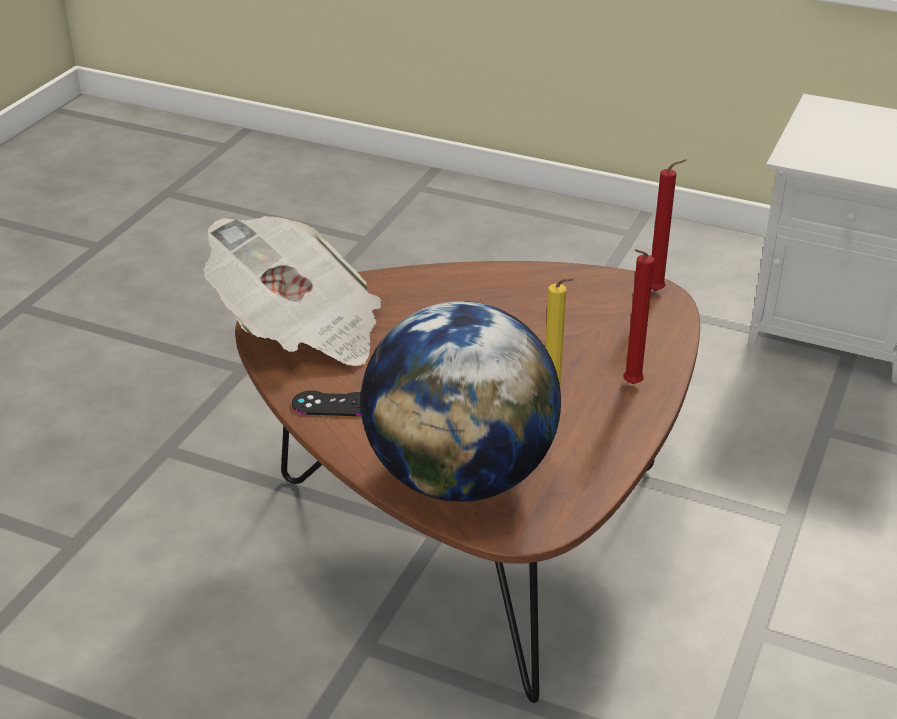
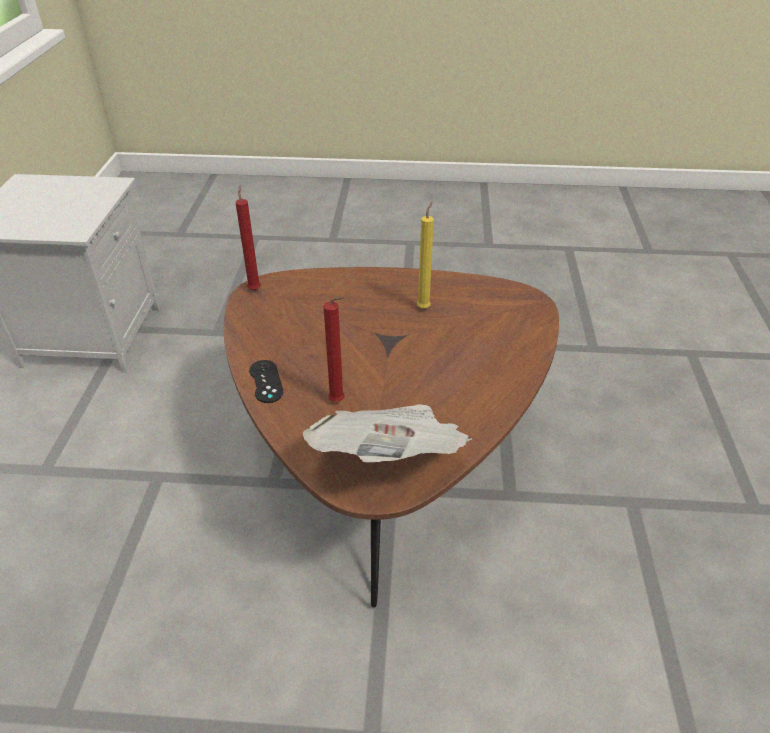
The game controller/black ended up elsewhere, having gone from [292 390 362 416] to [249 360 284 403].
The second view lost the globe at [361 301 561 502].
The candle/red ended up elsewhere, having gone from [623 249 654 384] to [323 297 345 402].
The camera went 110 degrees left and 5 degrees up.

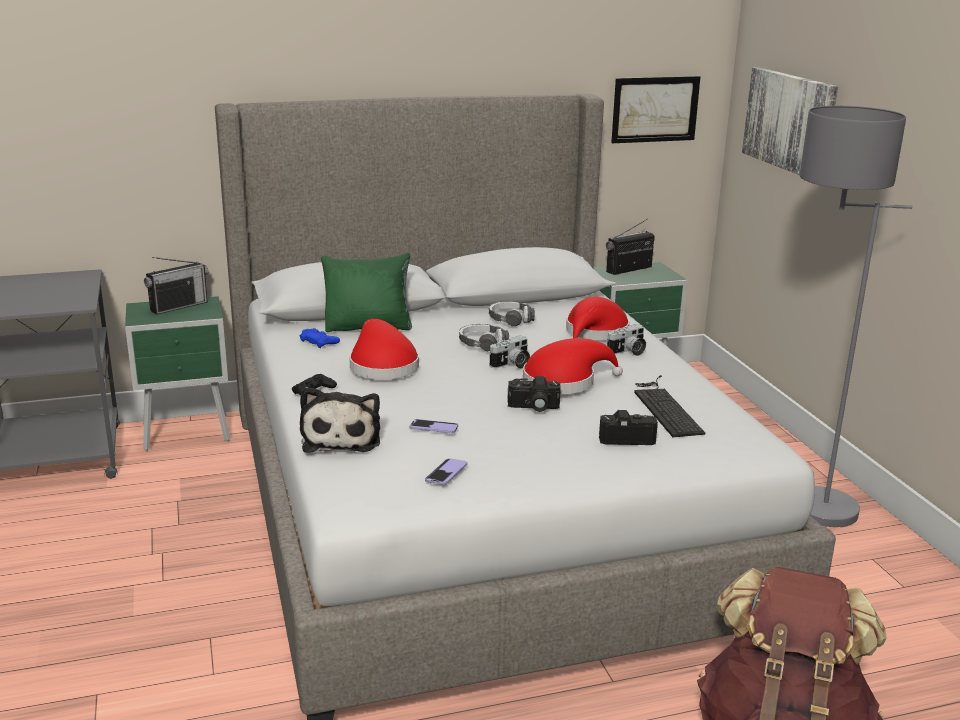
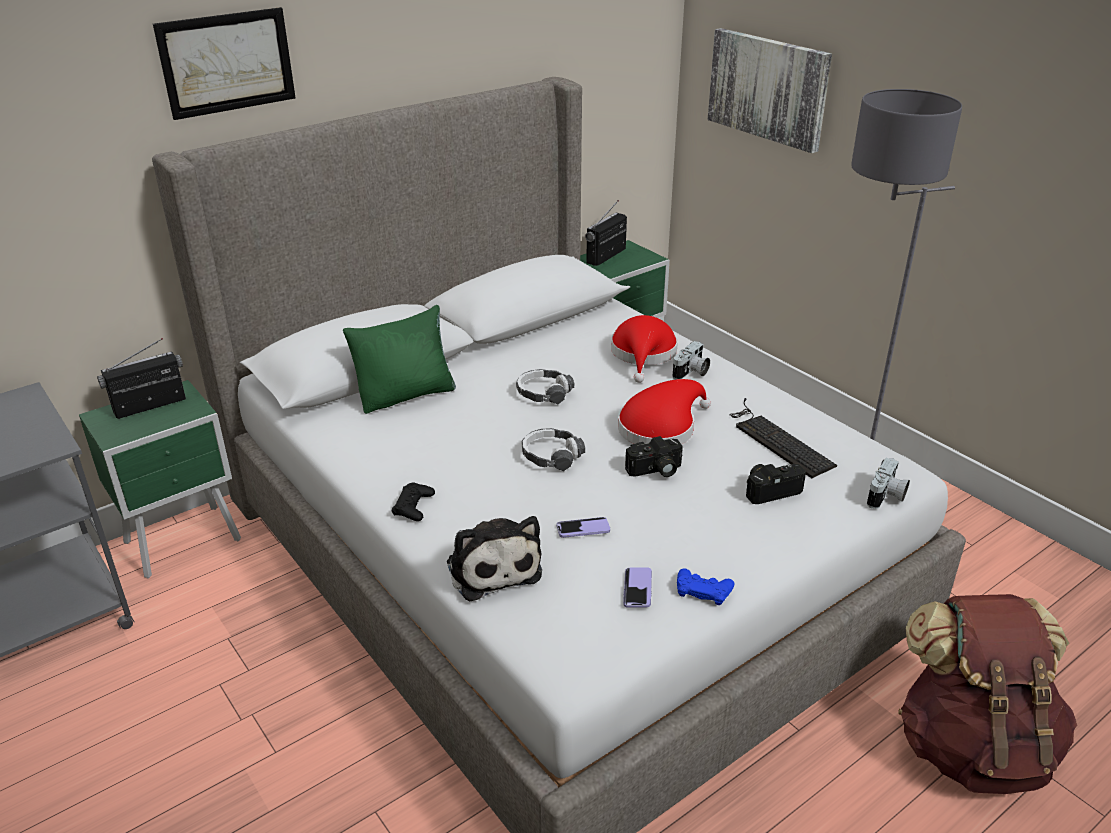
The radio at [144 257 208 315] ended up facing another way, 150 degrees counterclockwise from before.
The game controller/blue ended up elsewhere, having gone from [300 328 340 348] to [677 568 735 605].
The second view lost the hat/red at [350 319 419 380].
The headphones ended up elsewhere, having gone from [489 301 535 327] to [522 428 585 471].
The photo camera ended up elsewhere, having gone from [489 335 530 369] to [867 458 910 509].
The picture ended up elsewhere, having gone from [611 76 701 143] to [153 7 296 120].
The camera went 20 degrees left and 10 degrees up.

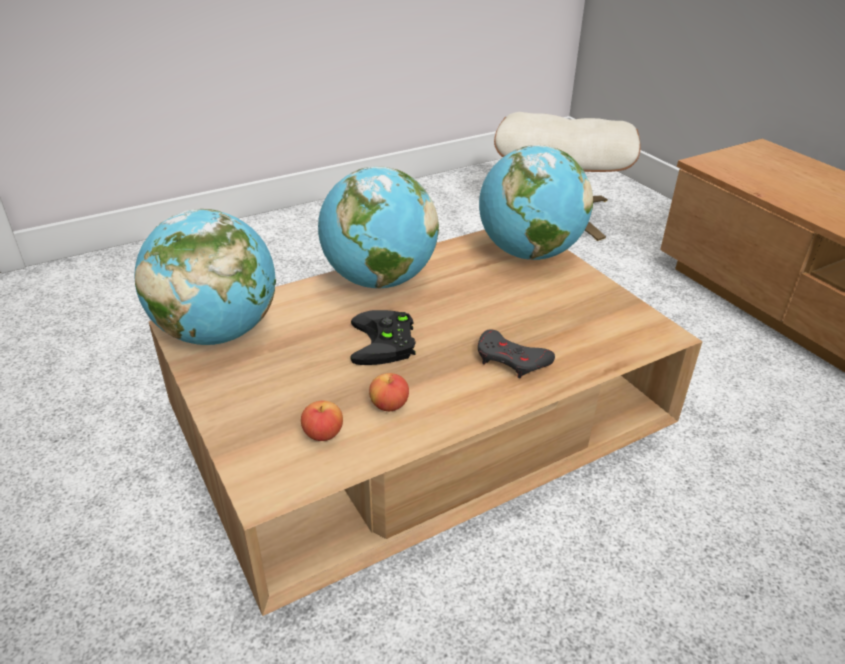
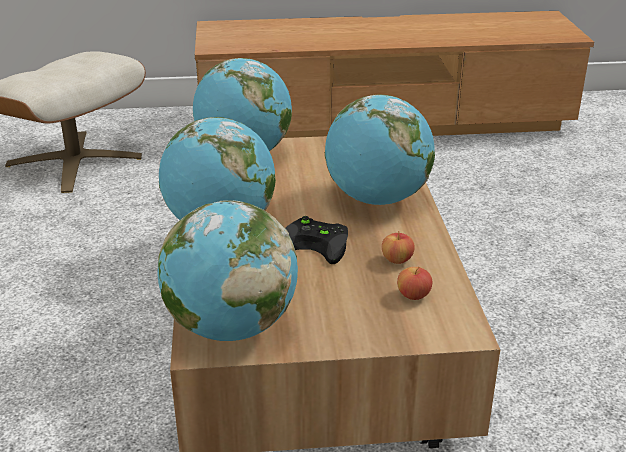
Where the game controller/grey stood at [478 329 555 378], the globe came to stand at [325 95 435 205].
The camera went 65 degrees left and 5 degrees down.

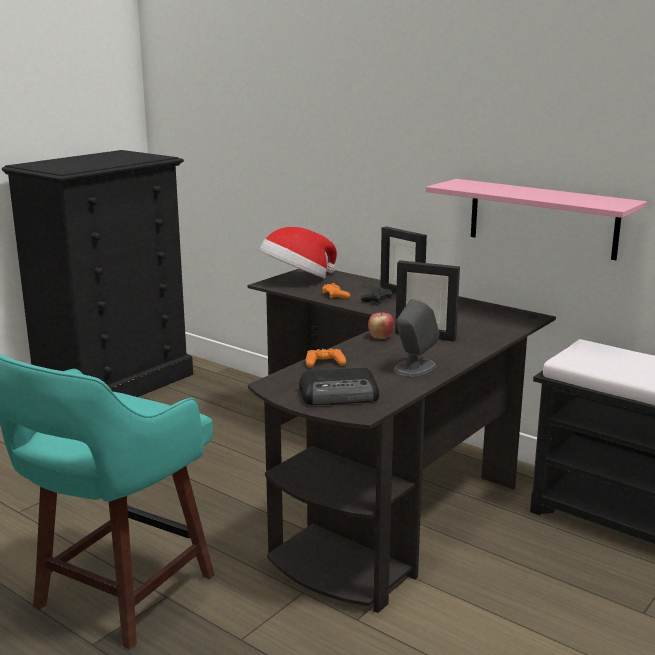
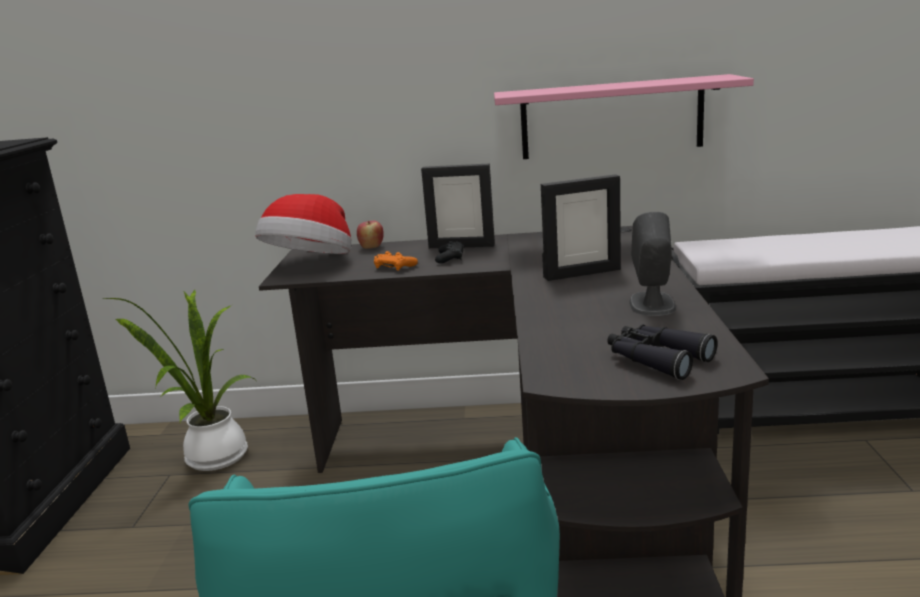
Where the radio stood at [299 368 379 405], the binoculars/black came to stand at [607 324 718 380].
The second view lost the game controller/orange at [306 349 346 367].
The apple ended up elsewhere, having gone from [368 313 394 339] to [357 221 384 249].
The second view gained the potted plant at [104 290 254 471].
The camera went 35 degrees left and 0 degrees up.

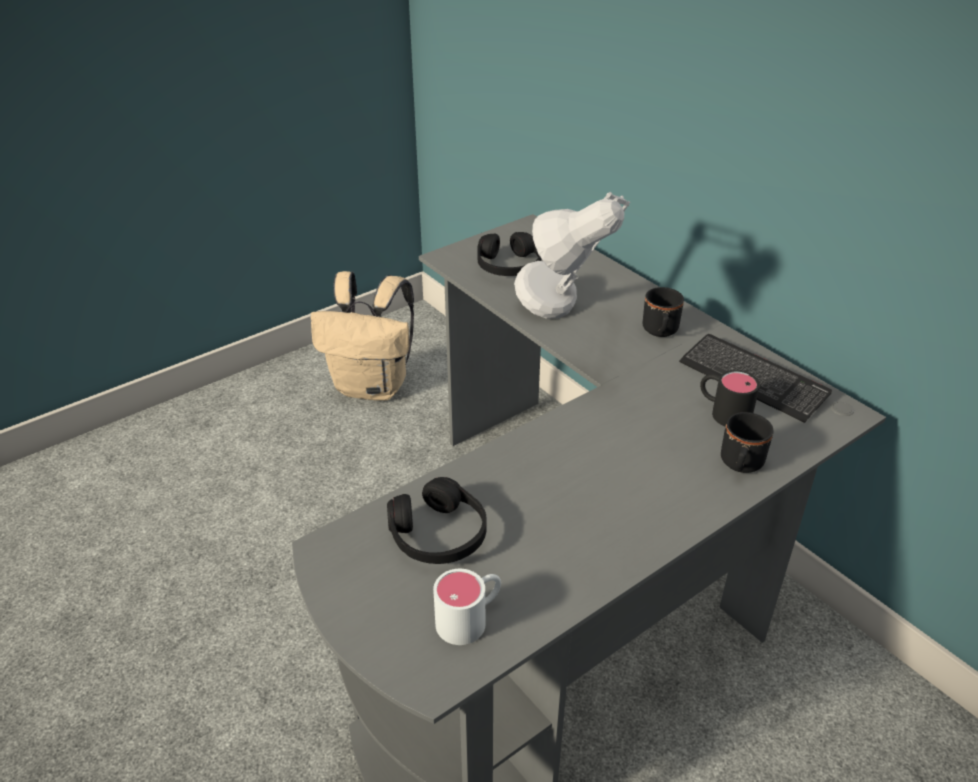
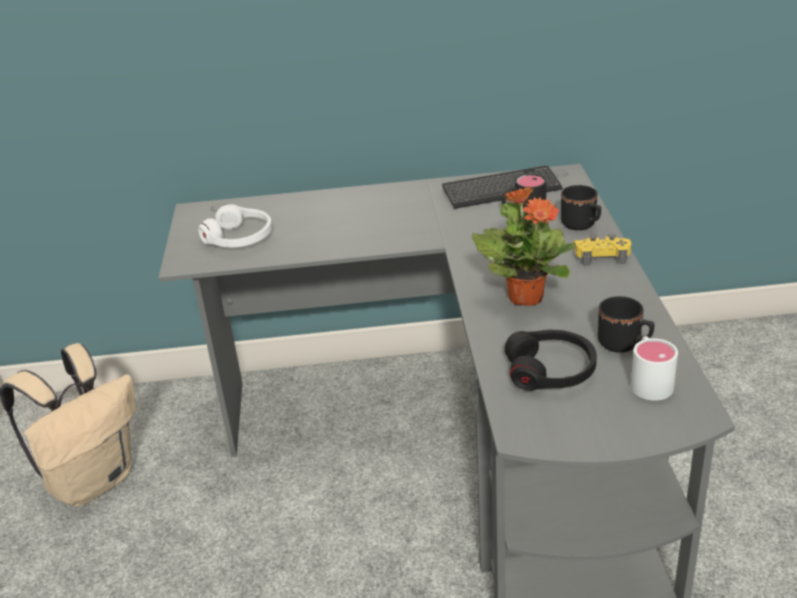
What was the headphones/black at [477 232 541 276] turned into the headphones/white at [198 205 272 248].
The second view lost the table lamp/grey at [514 192 630 319].
The mug/black ended up elsewhere, having gone from [643 287 684 337] to [598 296 654 353].
The second view gained the potted plant at [472 186 576 306].
The second view gained the game controller/yellow at [573 234 631 266].
The camera went 55 degrees left and 5 degrees down.

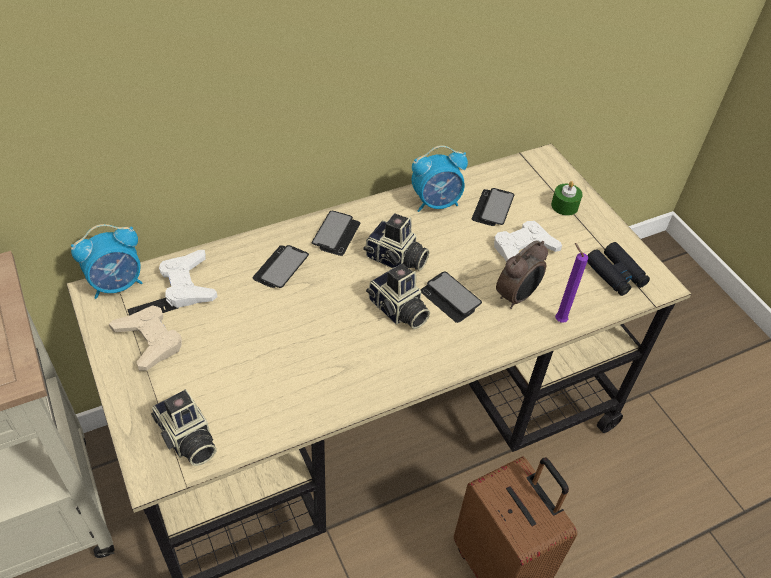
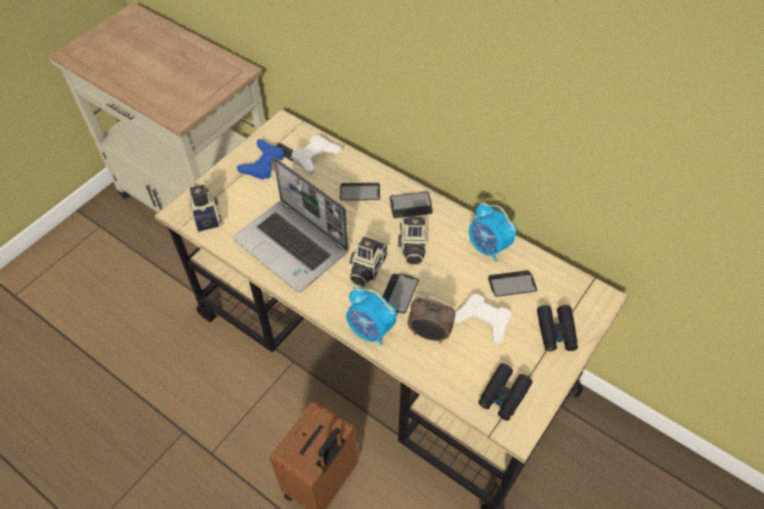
The alarm clock ended up elsewhere, having gone from [71 224 142 299] to [346 287 397 345].
What was the game controller/beige at [109 305 182 371] turned into the game controller/blue at [237 139 284 180].
The photo camera at [151 389 217 466] ended up facing another way, 135 degrees clockwise from before.
Where the candle/green stood at [551 181 583 216], the binoculars/black came to stand at [537 305 578 351].
The second view lost the candle/purple at [555 243 588 323].
The second view gained the laptop at [233 157 349 292].
The camera went 65 degrees right and 5 degrees up.

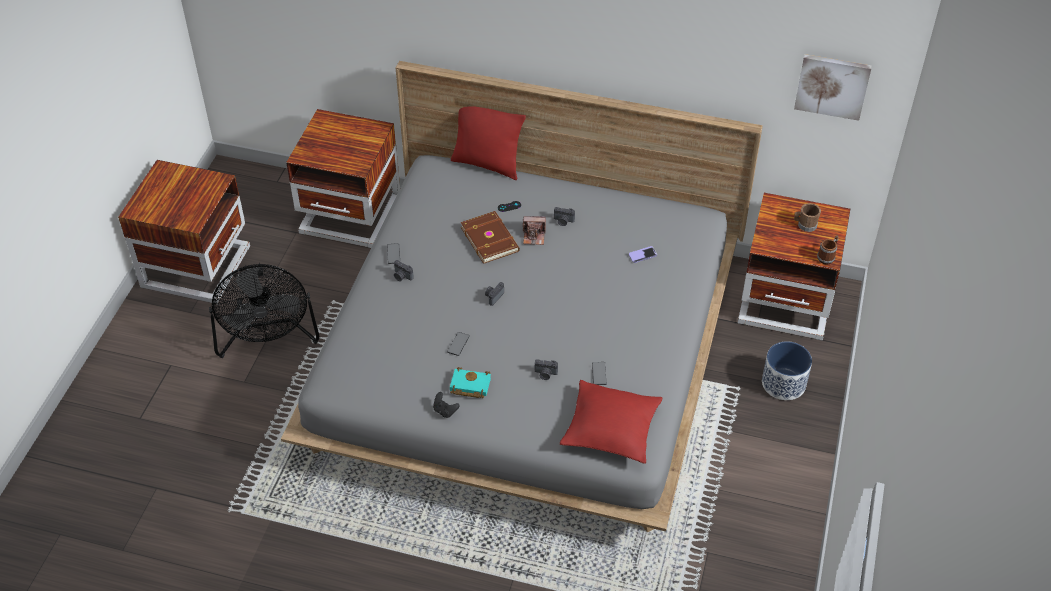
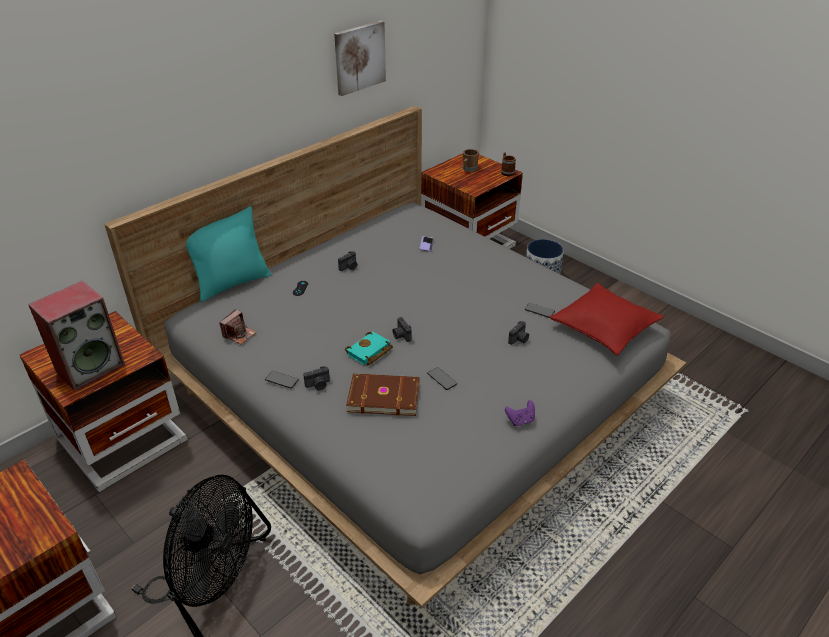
What was the game controller/black at [433 392 460 418] turned into the game controller/purple at [505 400 535 426].
The book/turquoise ended up elsewhere, having gone from [450 367 491 398] to [345 331 393 365].
What was the pillow/red at [451 106 526 180] turned into the pillow/turquoise at [186 206 271 302].
The book/brown ended up elsewhere, having gone from [460 211 520 264] to [346 373 419 416].
The photo camera ended up elsewhere, having gone from [522 216 546 245] to [219 309 257 344].
The picture ended up elsewhere, having gone from [794 54 872 121] to [334 20 386 96].
The second view gained the speaker at [28 280 125 391].
The camera went 60 degrees left and 10 degrees down.

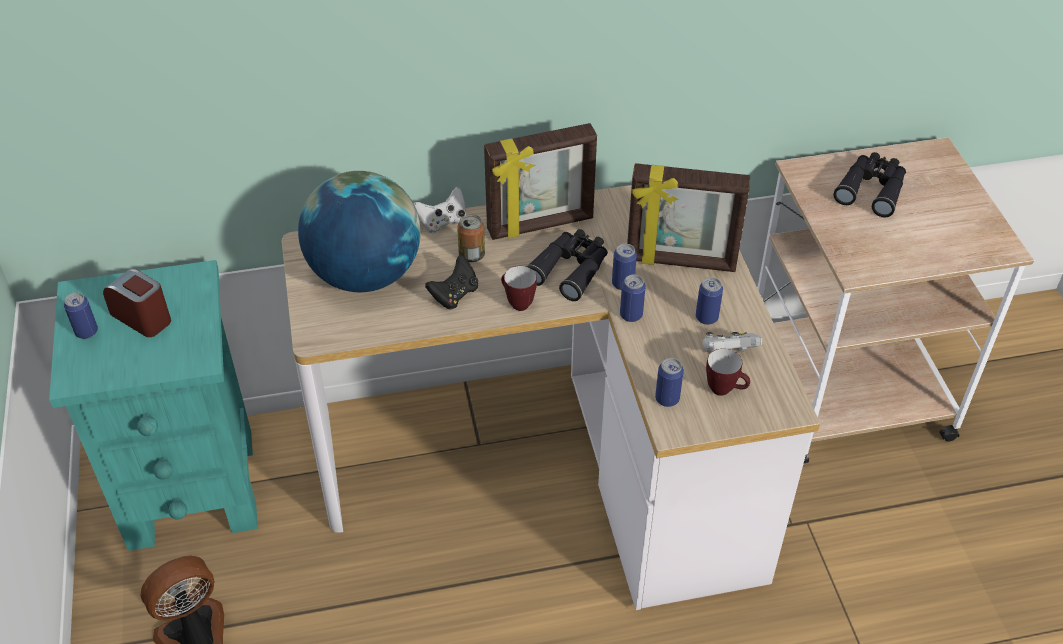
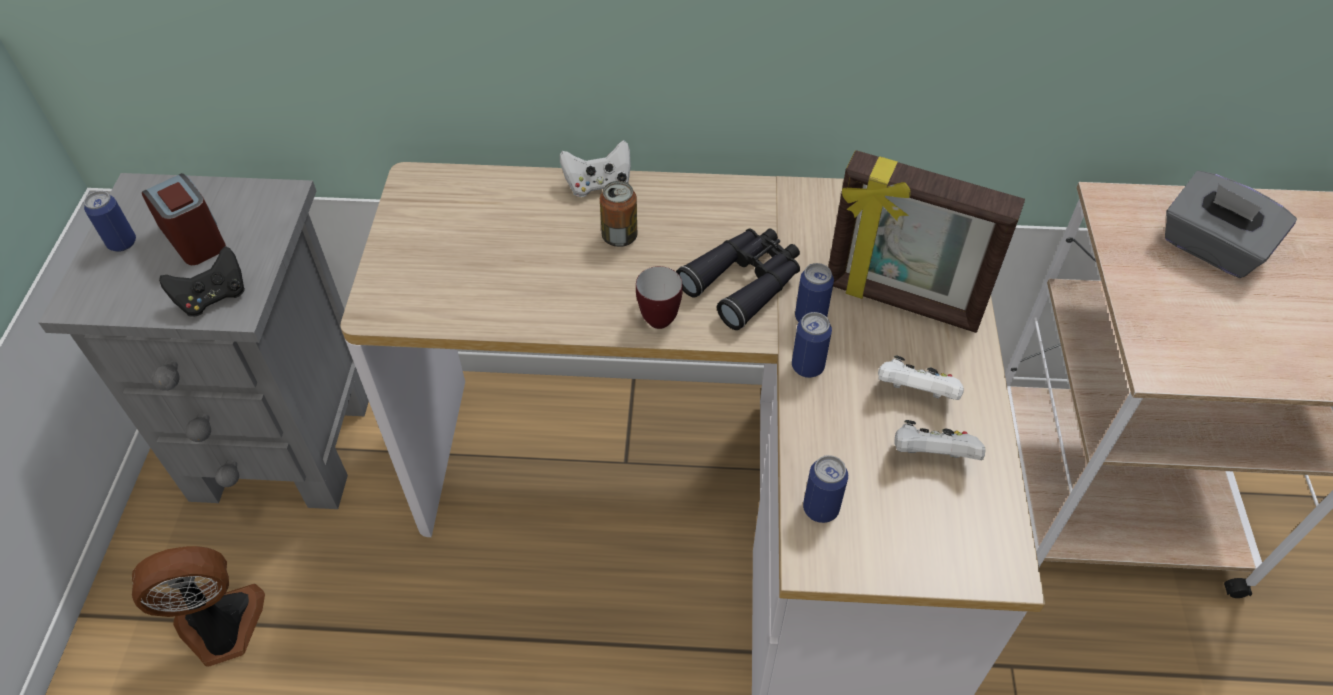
What was the nightstand/turquoise at [49 260 258 551] turned into the nightstand/grey at [38 173 369 509].
The second view lost the globe at [298 171 421 292].
The game controller/black ended up elsewhere, having gone from [425 255 478 310] to [159 246 245 317].
The second view lost the picture frame at [484 123 597 240].
Where the can stood at [696 277 723 325], the game controller/white came to stand at [878 355 964 400].
The second view lost the mug at [706 348 750 396].
Where the binoculars/black stood at [833 152 906 217], the tissue box/grey came to stand at [1165 171 1297 278].
The camera went 15 degrees right and 5 degrees up.

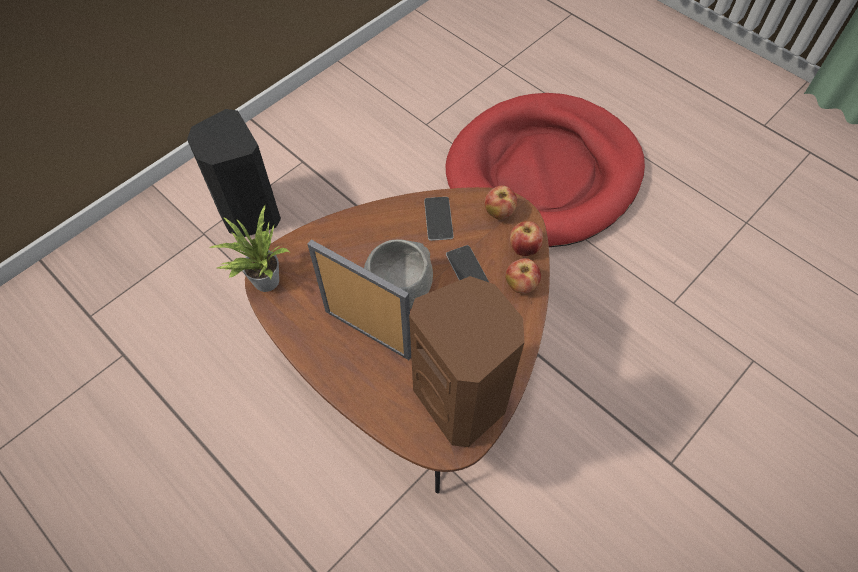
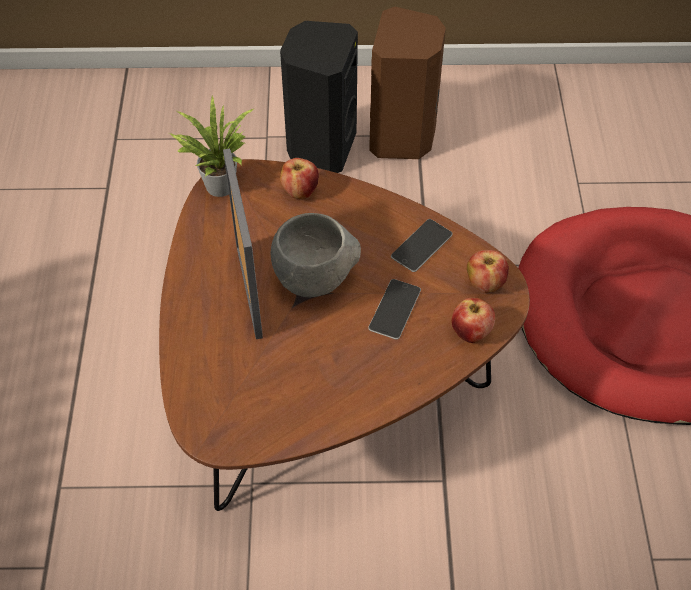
The speaker/brown ended up elsewhere, having gone from [409 276 524 447] to [369 7 446 159].
The apple ended up elsewhere, having gone from [506 258 541 294] to [280 158 319 199].
The camera went 45 degrees right and 5 degrees down.

